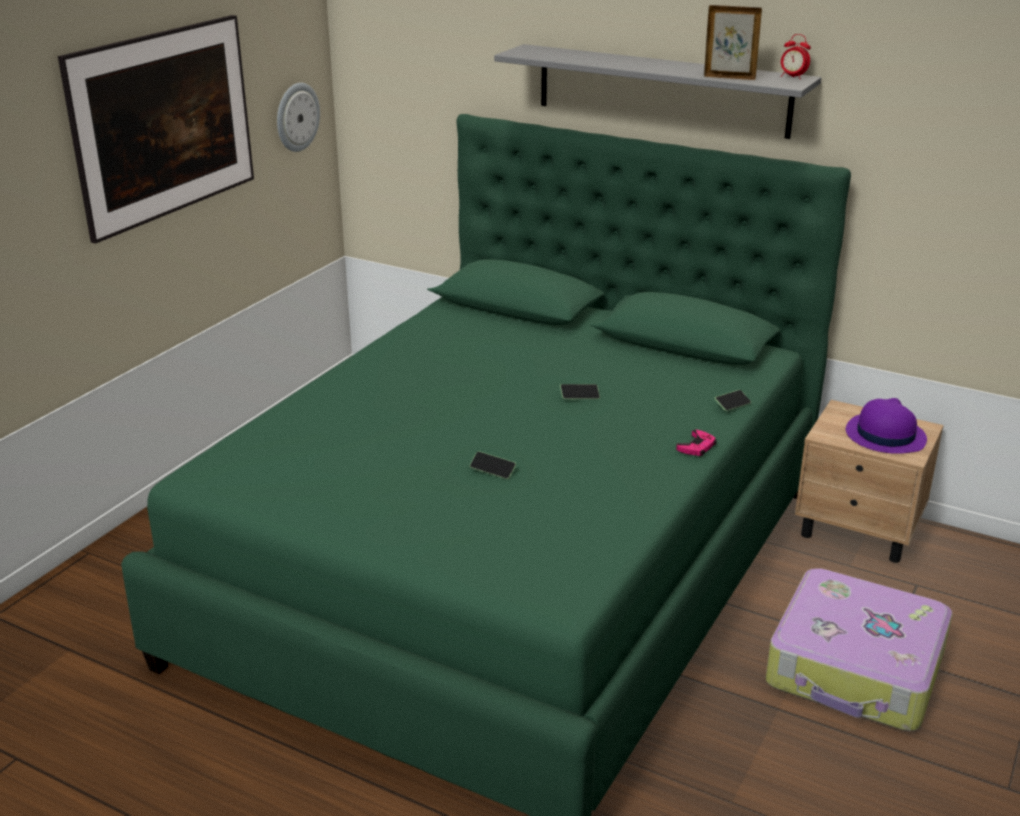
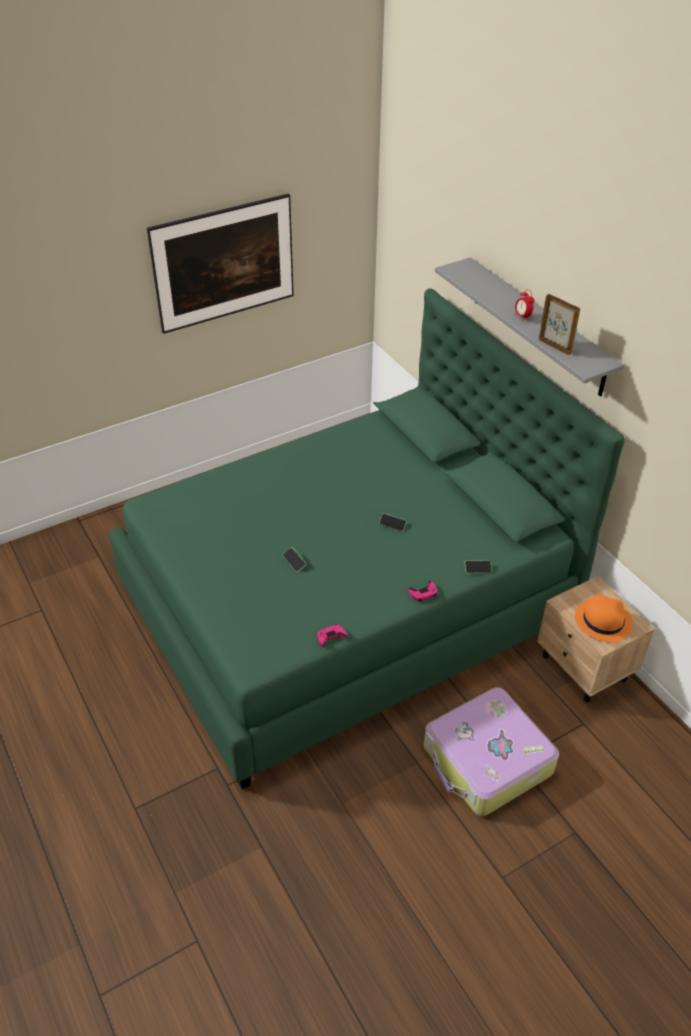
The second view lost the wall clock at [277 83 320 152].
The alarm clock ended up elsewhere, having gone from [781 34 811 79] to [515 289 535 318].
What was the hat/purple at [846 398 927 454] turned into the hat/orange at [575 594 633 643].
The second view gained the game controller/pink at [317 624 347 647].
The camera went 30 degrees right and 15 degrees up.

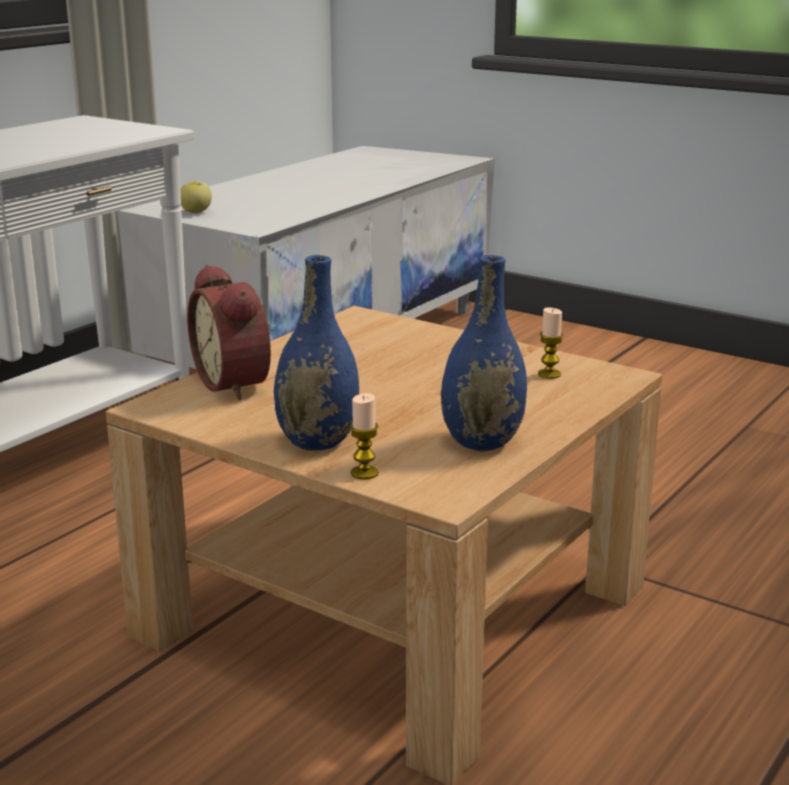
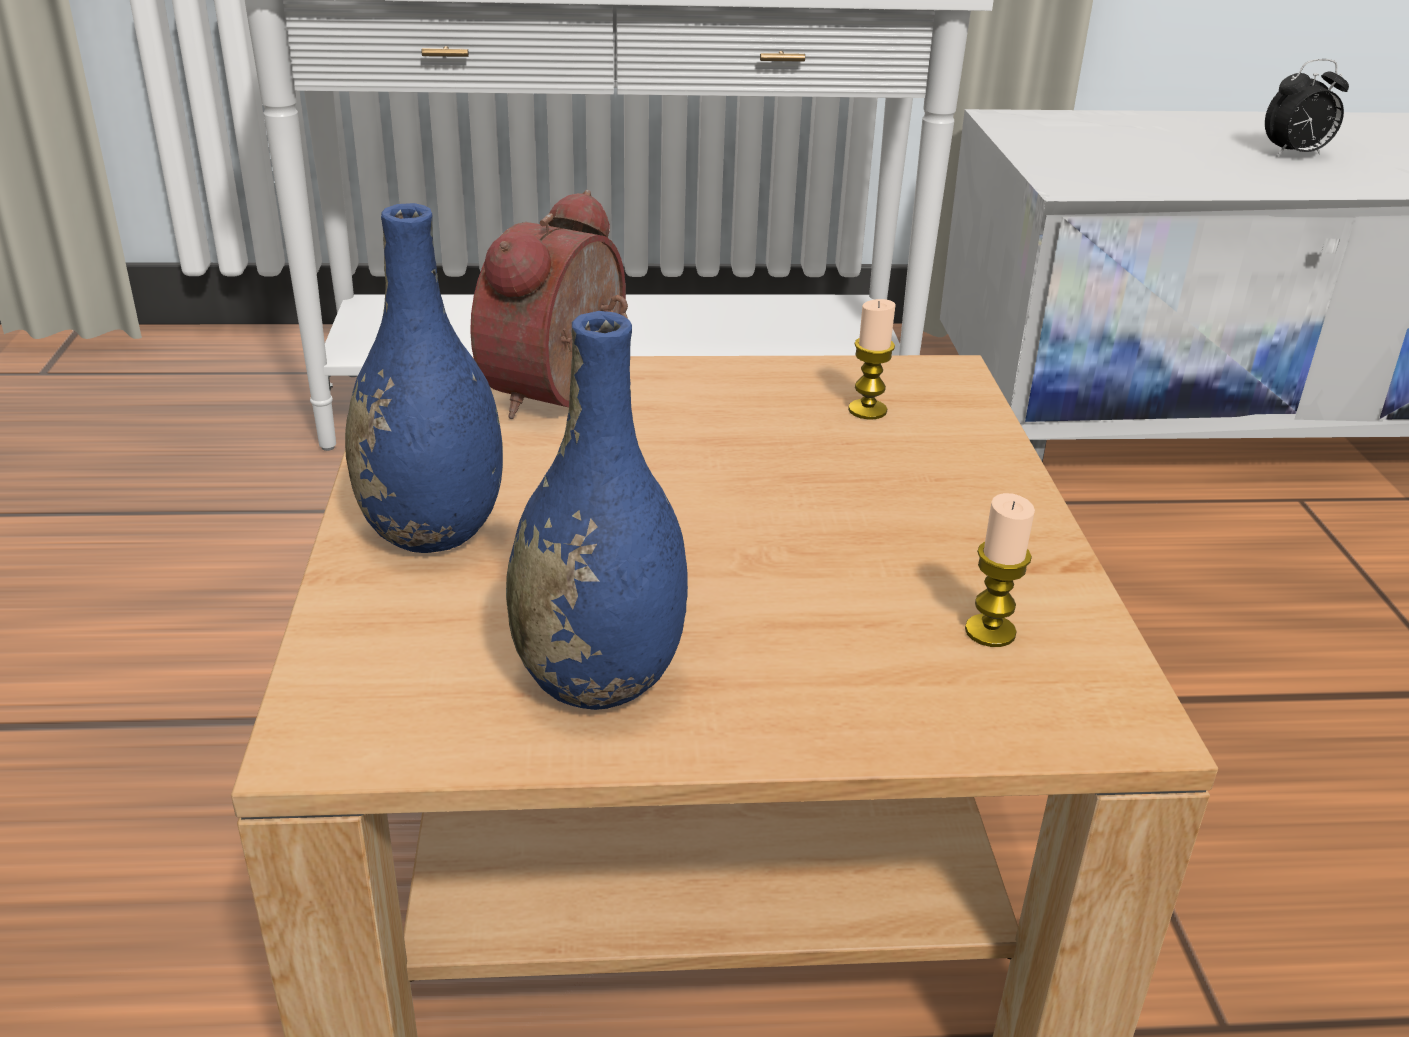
The second view lost the apple at [180 181 212 213].
The candle ended up elsewhere, having gone from [350 393 378 479] to [848 299 896 420].
The second view gained the alarm clock at [1265 59 1349 157].
The camera went 50 degrees right and 10 degrees up.

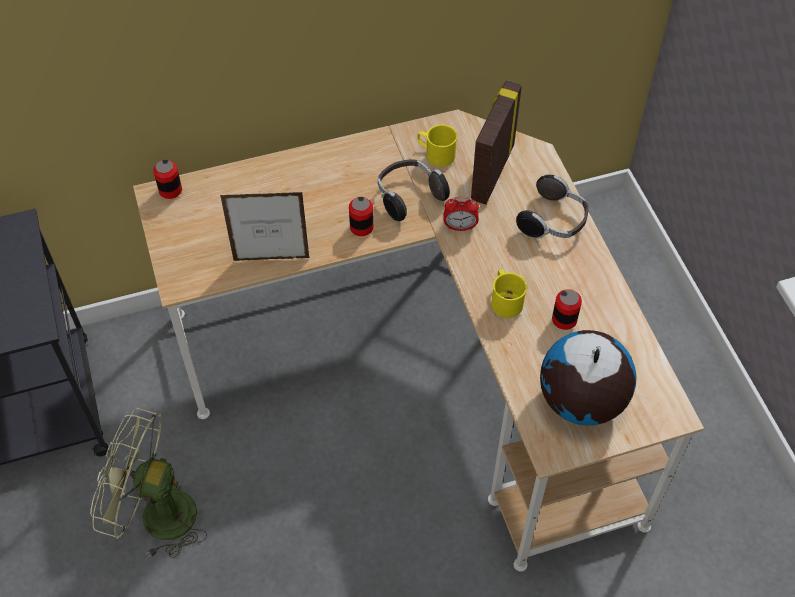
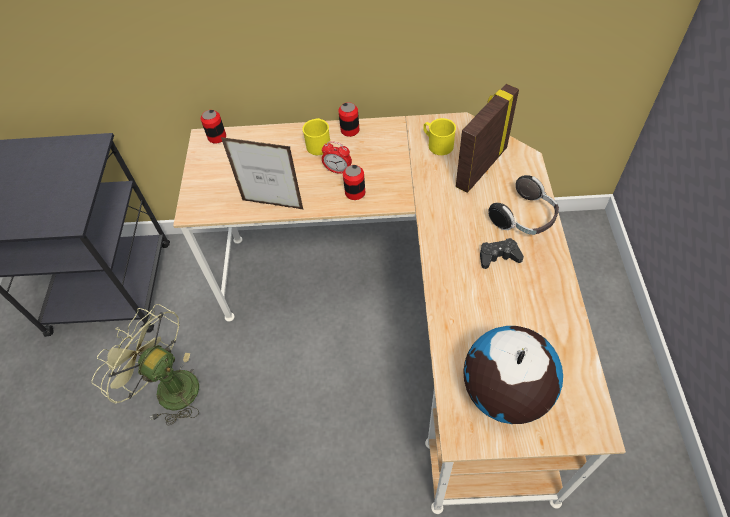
The second view lost the headphones at [378 159 450 221].
The alarm clock ended up elsewhere, having gone from [443 197 479 231] to [322 141 352 174].
The mug/yellow ended up elsewhere, having gone from [491 269 527 318] to [303 118 330 155].
The can ended up elsewhere, having gone from [552 289 582 330] to [338 102 359 137].
The second view gained the game controller/black at [480 238 524 269].
The camera went 20 degrees right and 0 degrees up.

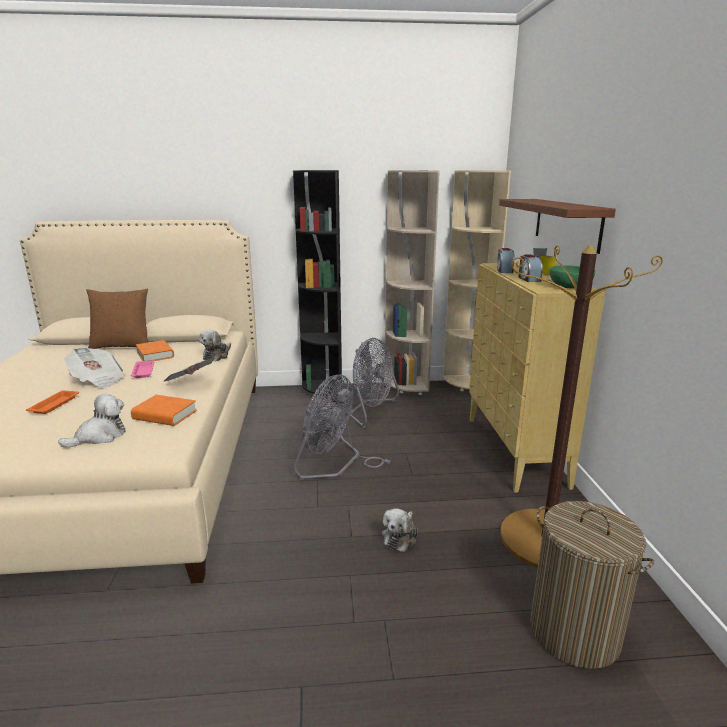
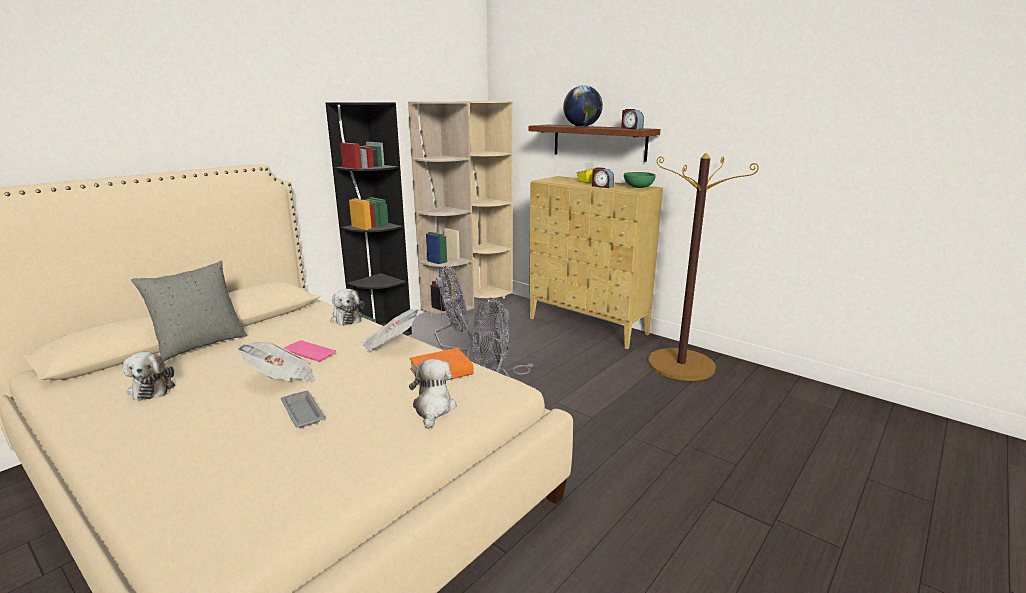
What was the tray/orange at [26 390 79 414] turned into the tray/grey at [281 391 325 428].
What was the pillow/brown at [86 288 149 349] turned into the pillow/grey at [131 261 247 361].
The second view lost the book/orange at [136 340 174 361].
The plush toy ended up elsewhere, having gone from [382 508 418 552] to [123 352 175 401].
The alarm clock ended up elsewhere, having gone from [497 248 514 273] to [621 109 644 129].
The second view lost the laundry basket at [530 501 654 669].
The second view gained the globe at [563 85 603 127].
The camera went 45 degrees left and 0 degrees up.

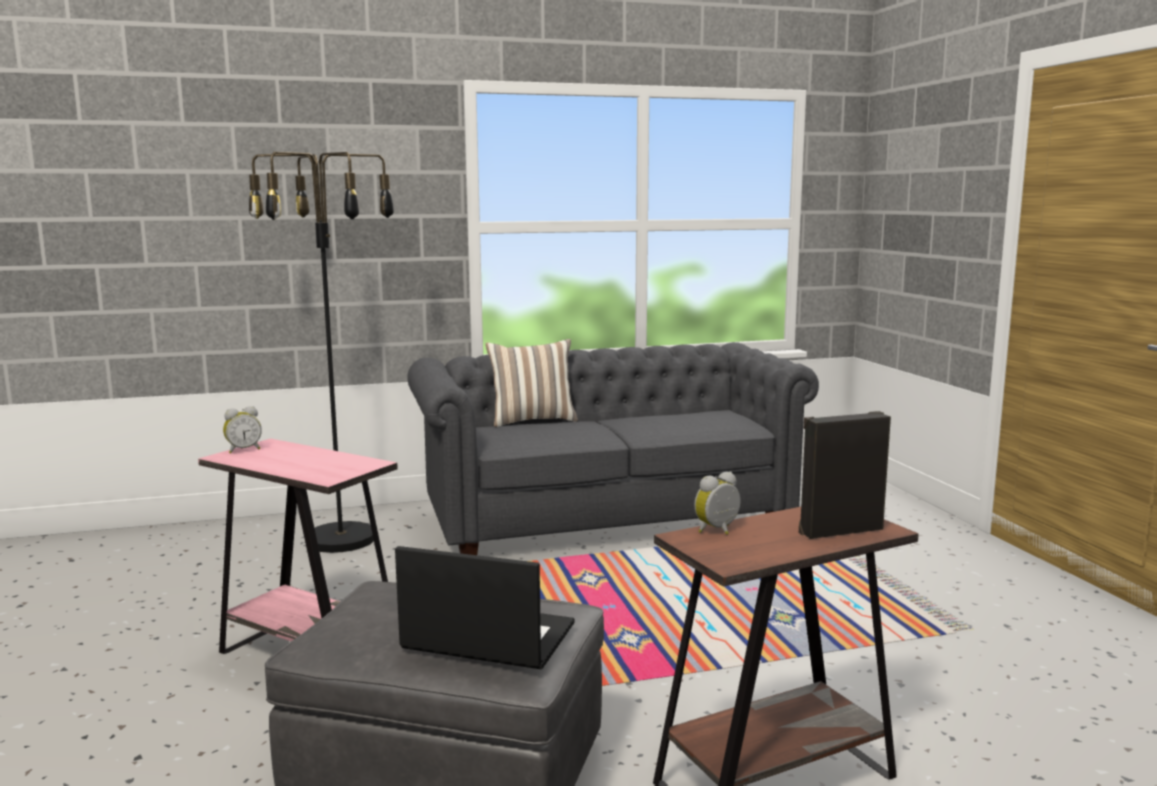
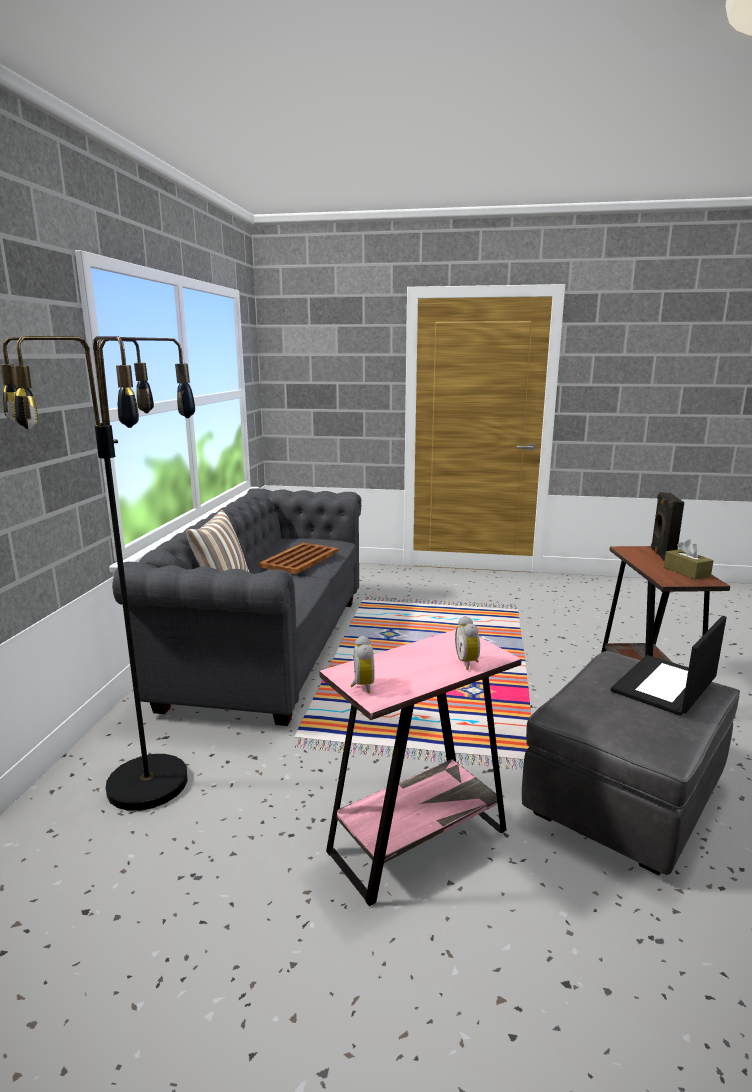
The alarm clock ended up elsewhere, having gone from [694 471 740 535] to [455 616 480 670].
The second view gained the tray/brown at [259 543 339 574].
The second view gained the tissue box/brown at [664 539 714 580].
The camera went 65 degrees left and 5 degrees up.

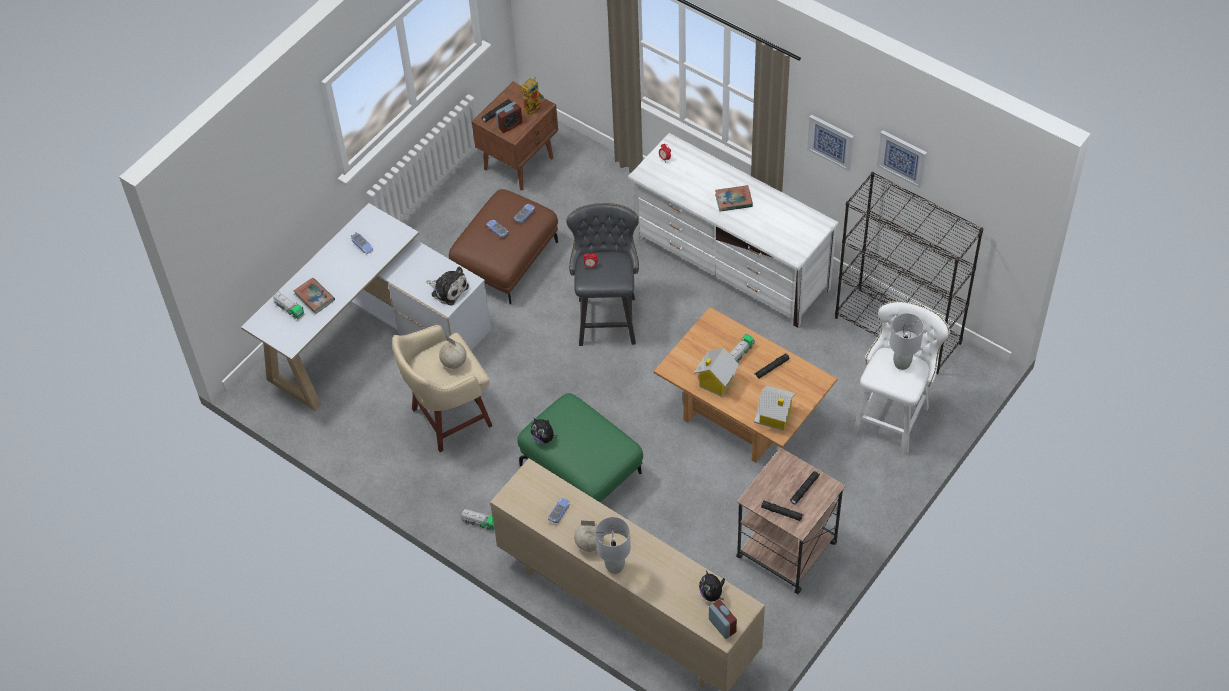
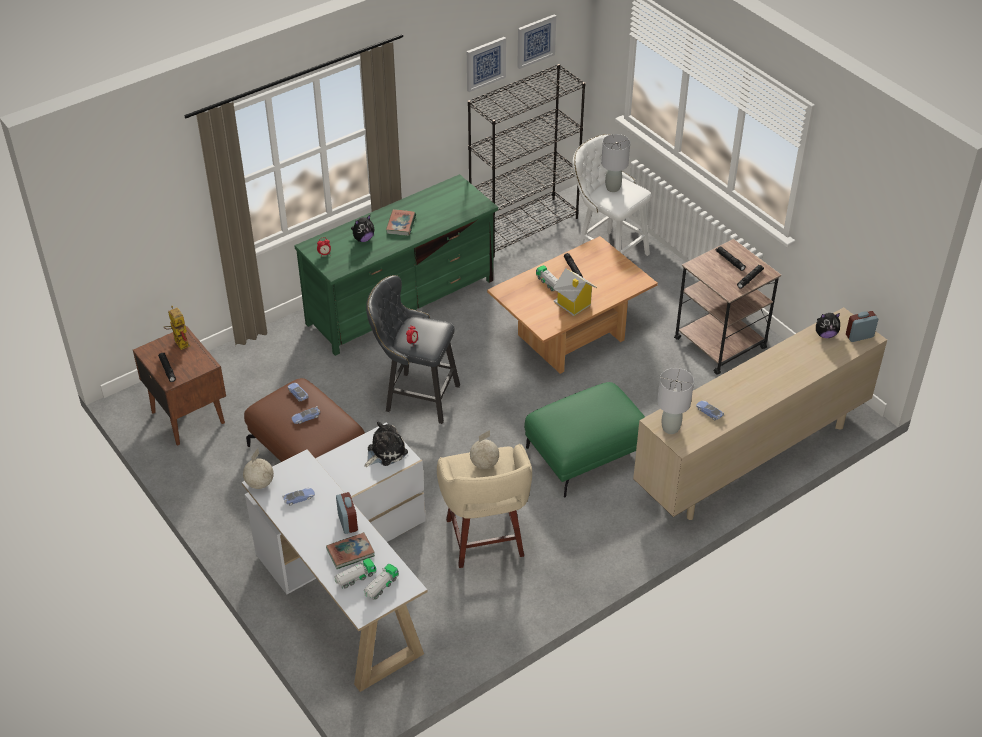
The toy truck ended up elsewhere, having gone from [461 509 494 530] to [364 564 399 600].
The alarm clock ended up elsewhere, having gone from [496 102 522 133] to [336 492 358 534].
The plush toy ended up elsewhere, having gone from [531 418 558 444] to [351 215 375 242].
The globe ended up elsewhere, having gone from [574 521 604 552] to [243 448 274 489].
The table lamp/grey ended up elsewhere, having gone from [596 517 631 574] to [657 368 694 434].
What was the dresser/white at [628 133 838 328] turned into the dresser/green at [295 174 498 356].
The second view lost the toy house at [754 386 796 431].
The picture ended up elsewhere, having gone from [807 115 854 171] to [517 14 556 69].
The camera went 75 degrees left and 10 degrees down.

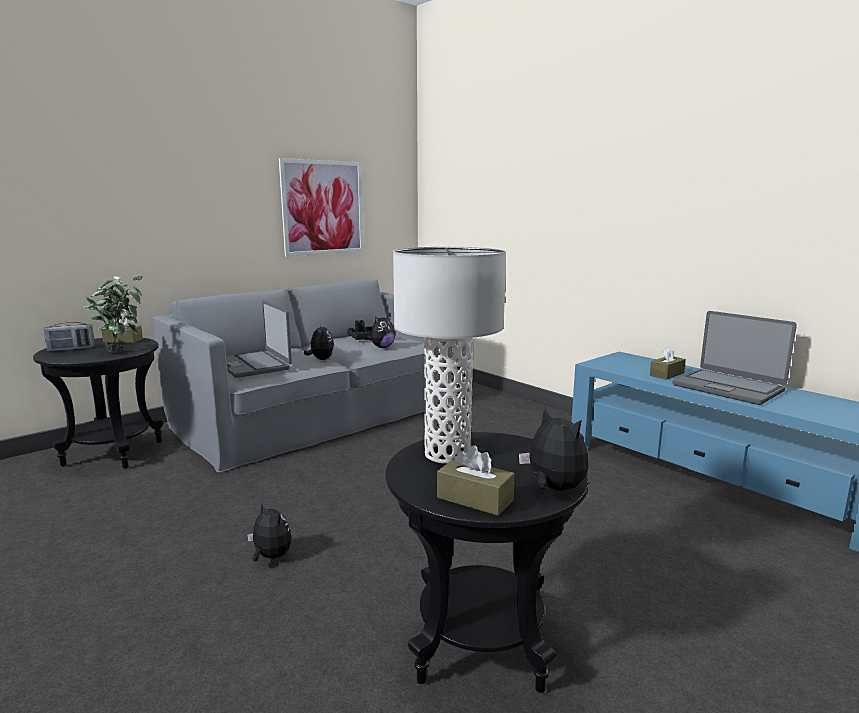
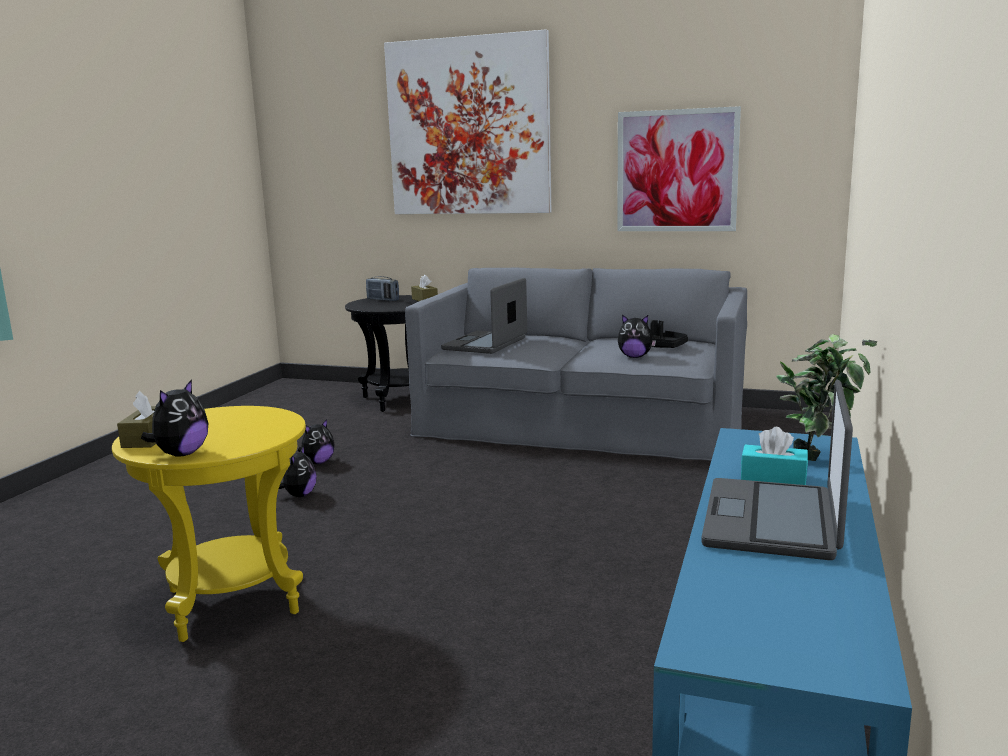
The potted plant ended up elsewhere, having gone from [84 276 143 352] to [776 334 877 461].
The plush toy ended up elsewhere, having gone from [304 324 334 360] to [298 419 335 464].
What was the side table/black at [386 432 588 693] turned into the side table/yellow at [112 406 306 642].
The second view lost the table lamp/white at [393 247 506 464].
What was the tissue box/brown at [650 346 686 380] turned into the tissue box/turquoise at [741 427 808 485].
The second view gained the picture at [384 30 551 214].
The camera went 60 degrees right and 0 degrees up.

